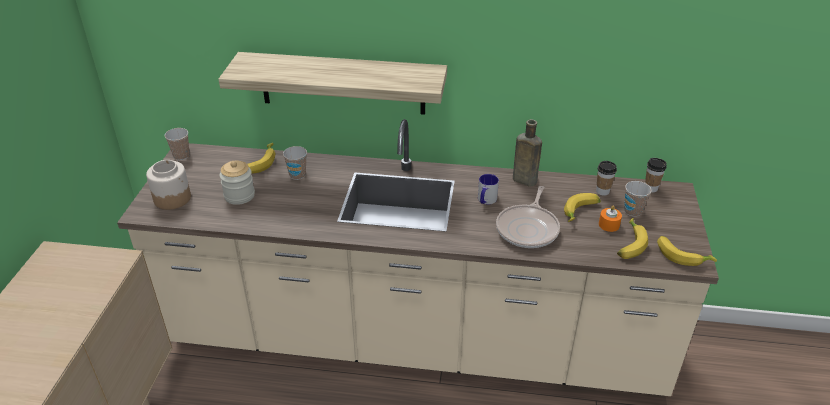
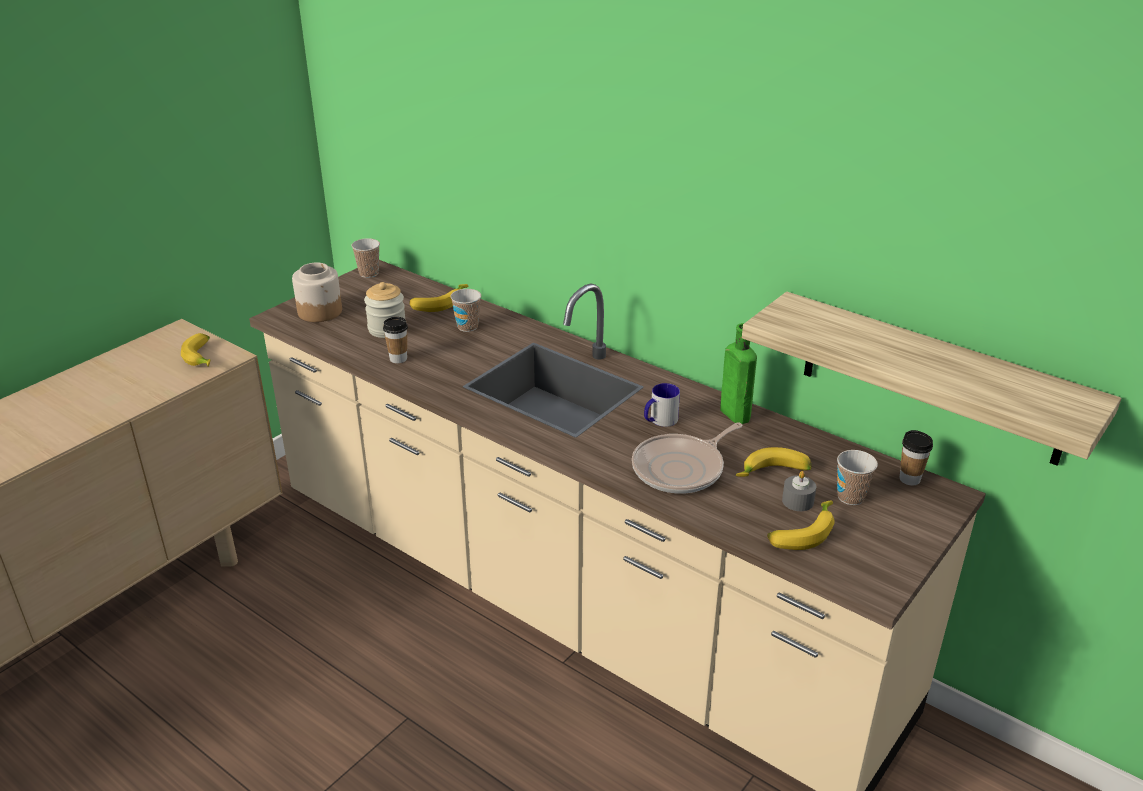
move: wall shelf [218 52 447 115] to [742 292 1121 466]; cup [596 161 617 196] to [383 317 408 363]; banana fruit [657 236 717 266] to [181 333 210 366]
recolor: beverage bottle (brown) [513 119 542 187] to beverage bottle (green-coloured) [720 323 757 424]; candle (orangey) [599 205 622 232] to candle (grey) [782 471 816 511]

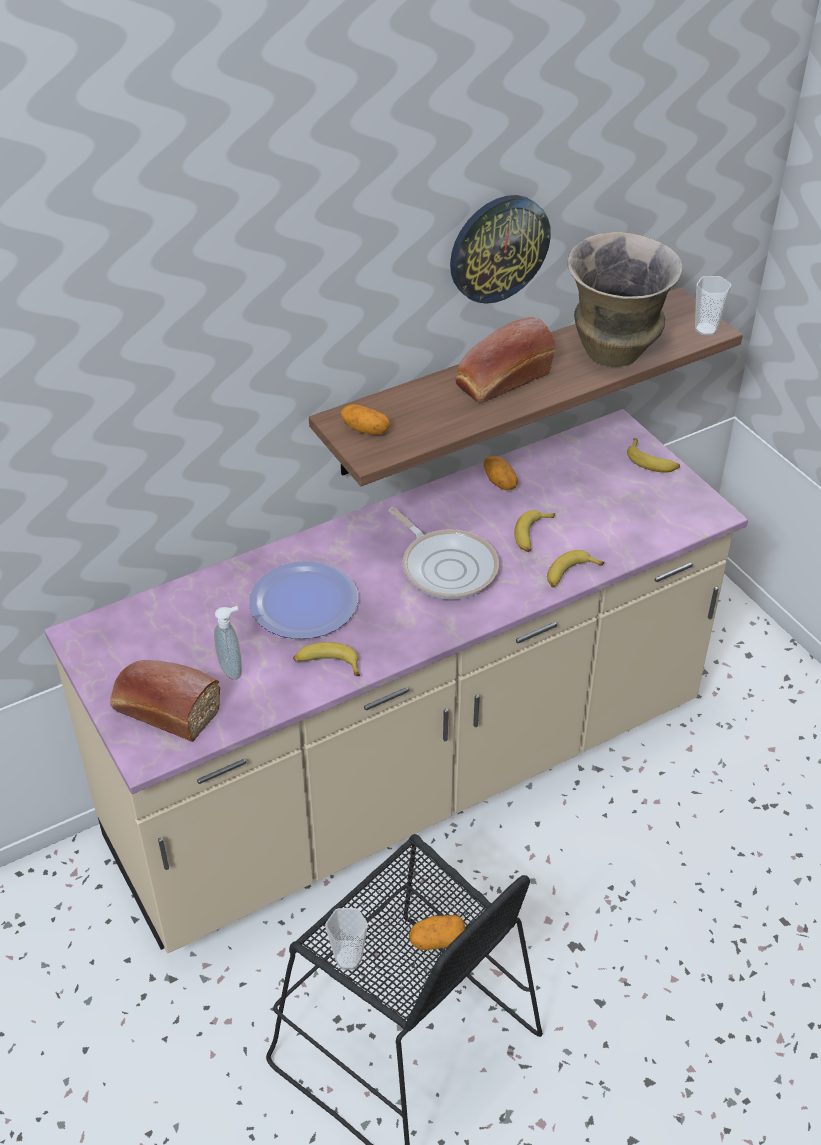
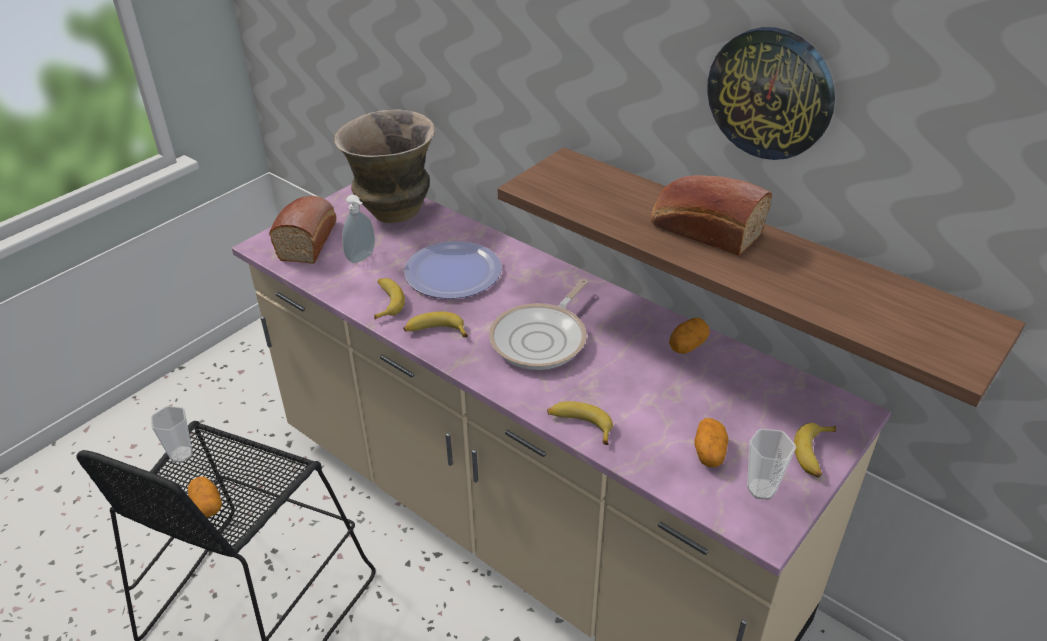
move: potato [340 404 391 435] to [694 418 728 467]; banana fruit [514 510 555 552] to [403 311 468 338]; flower vase [567 232 683 367] to [334 109 435 223]; cup [695 276 732 335] to [747 429 796 500]

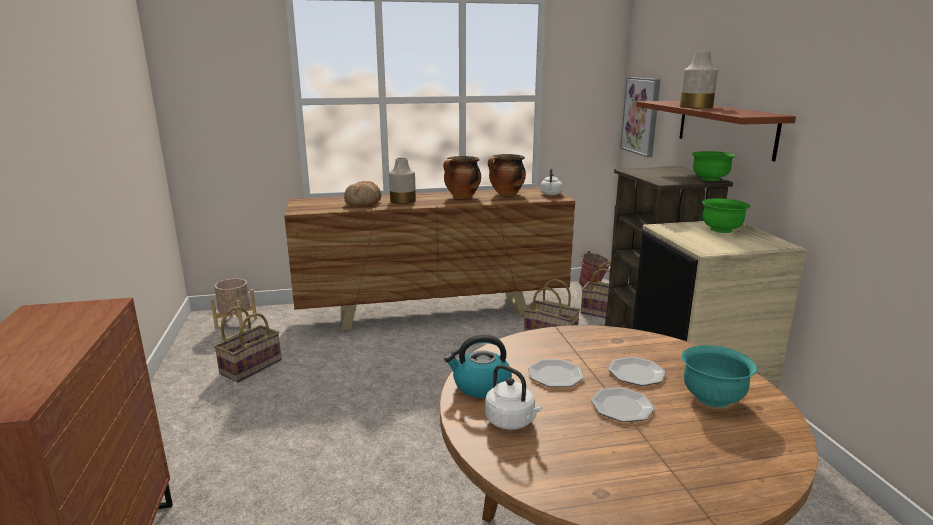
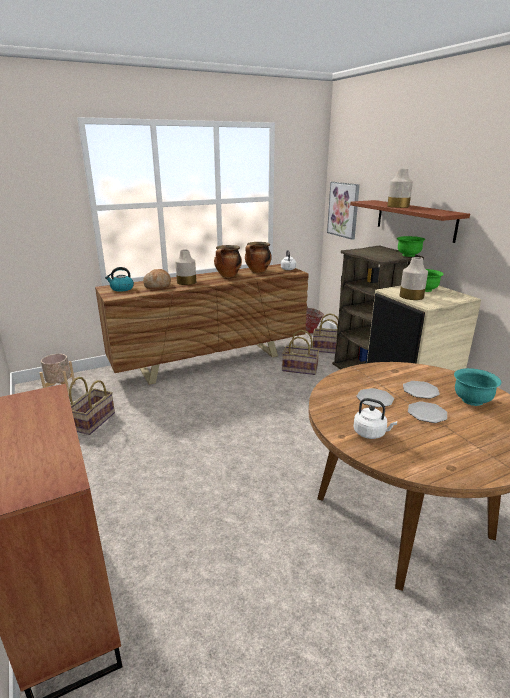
insert: flower vase (beige-coloured) [399 257 428 300]
move: tea kettle [444 335 512 398] to [105 267 134 292]

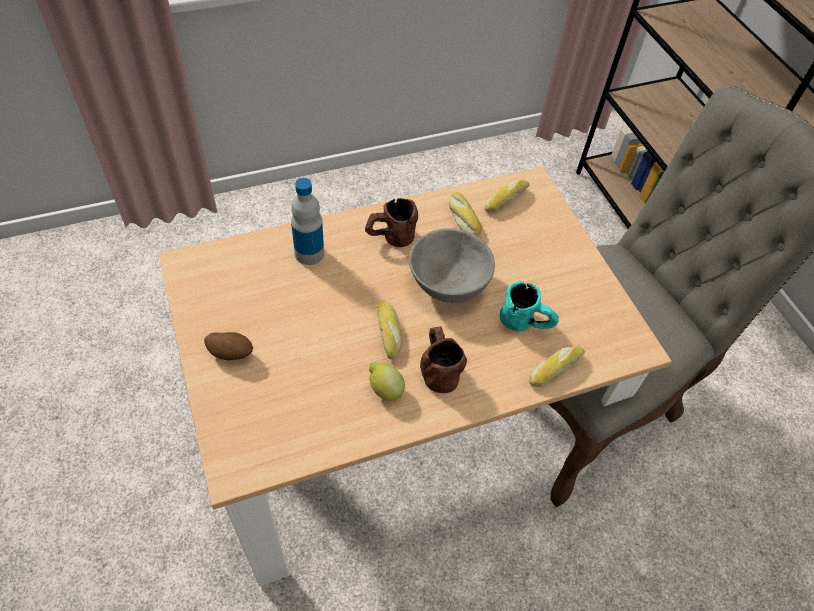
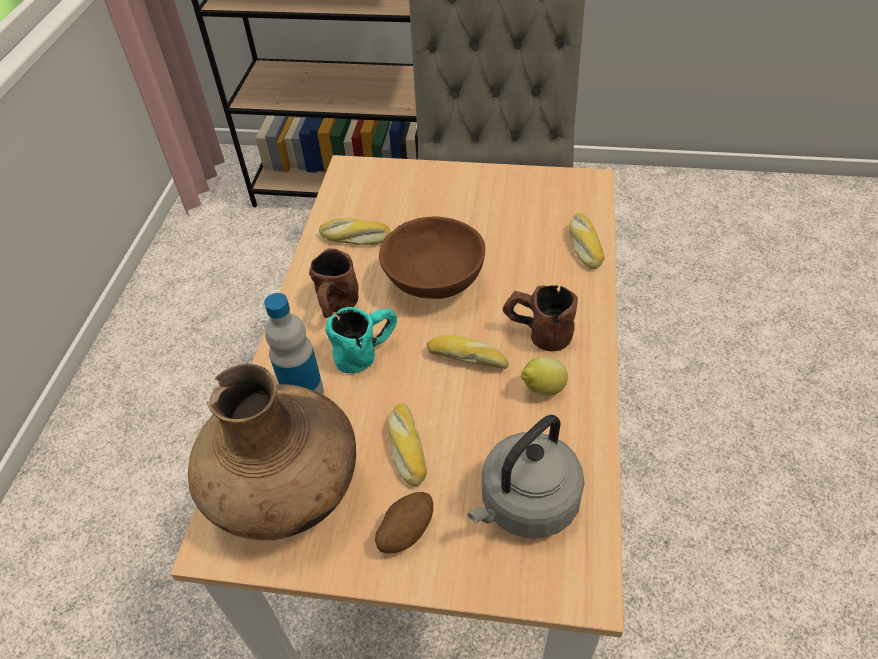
insert: flower vase (brown) [188 364 356 540]; tea kettle (grey) [467 415 585 538]
move: bread [485 180 530 213] to [387 403 427 486]; tea mug (turquoise-coloured) [499 281 559 332] to [325 307 397 373]
recolor: serving bowl (grey) [409 228 495 303] to serving bowl (brown) [379 216 485 299]

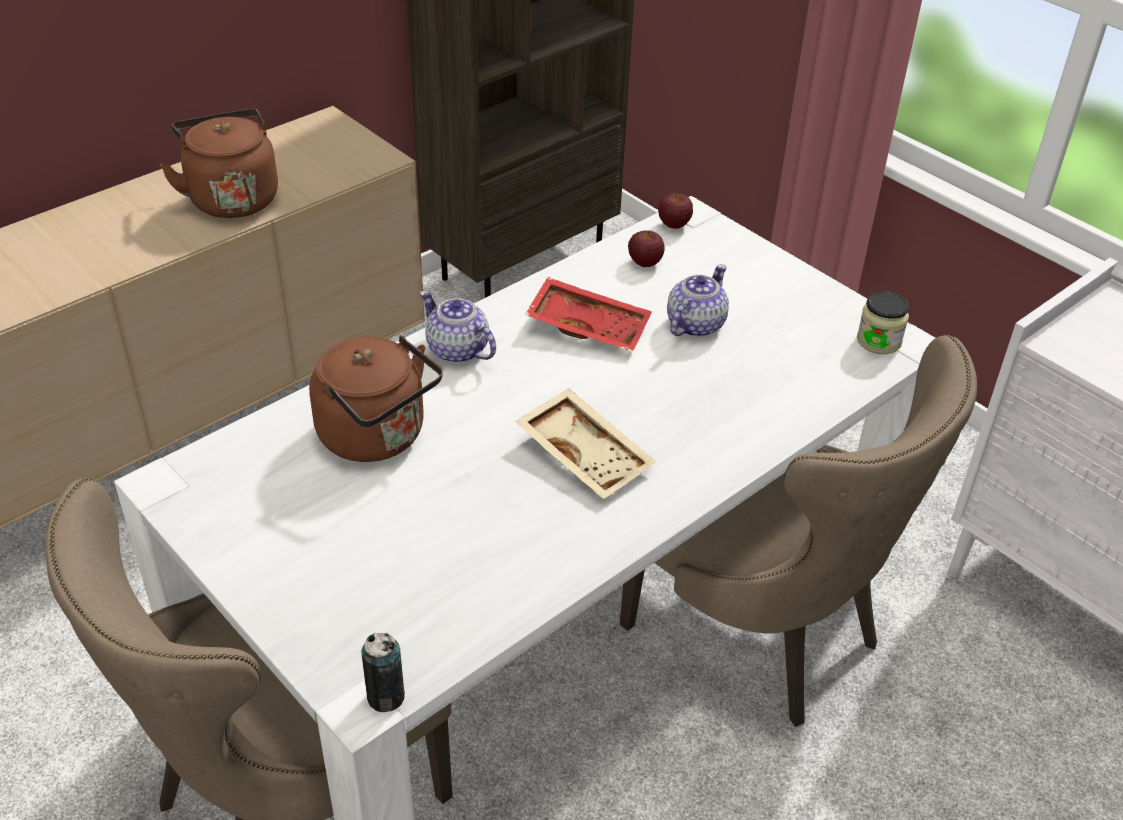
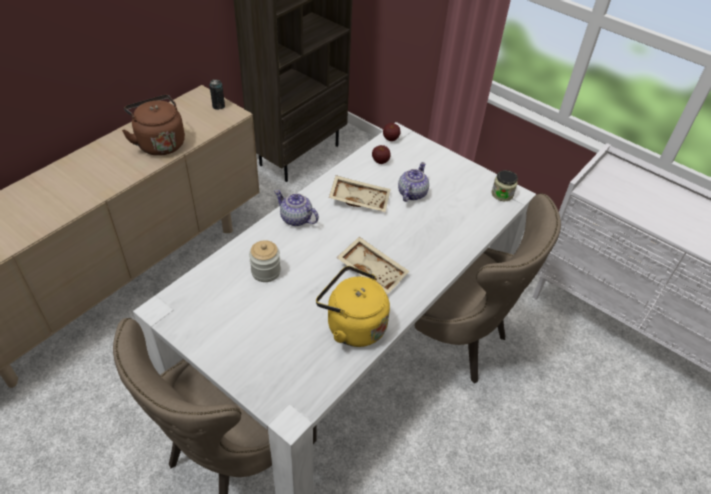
insert: tea kettle (yellow) [316 266 390 347]
move: metal can [362 633 405 712] to [210 79 225 110]
replace: tea kettle (brown) [309 336 443 462] to jar [249 240 281 282]
recolor: carrying tray (red-coloured) [525 277 652 352] to carrying tray (beige-coloured) [329 175 391 212]

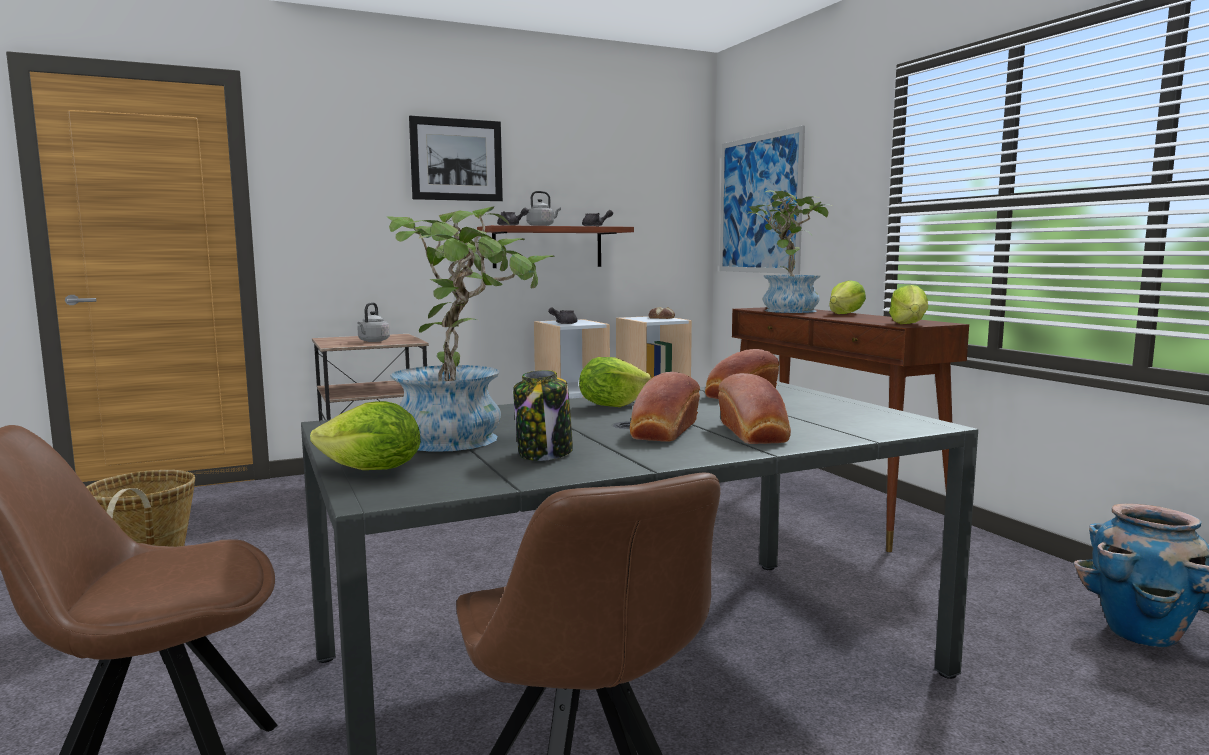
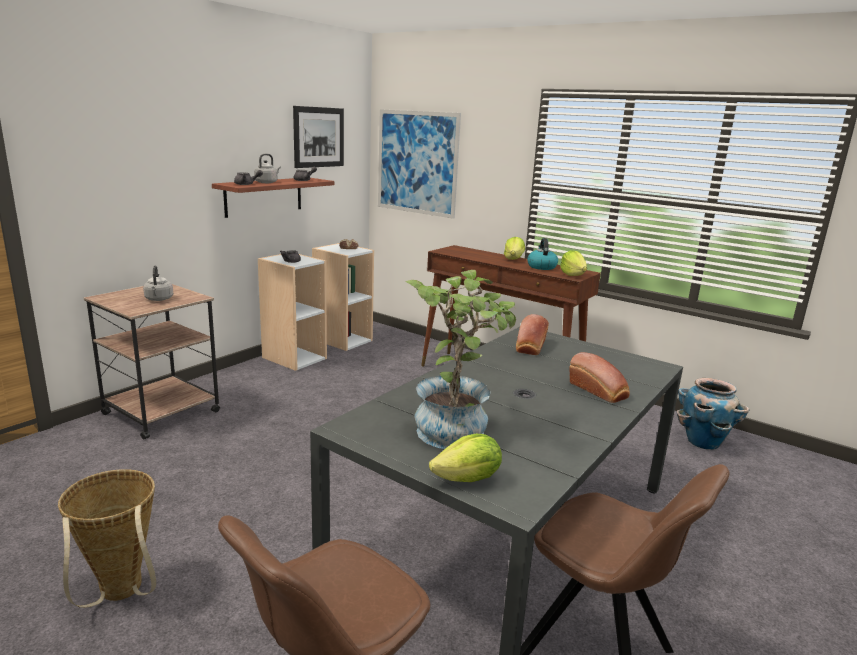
delete: jar [513 370 573 461]; lettuce head [579 357 651 407]; bread [630 372 700 441]; houseplant [747 190 832 313]
insert: tea kettle [527 238 558 270]
move: wall picture [409 116 503 201] to [293 106 344 168]

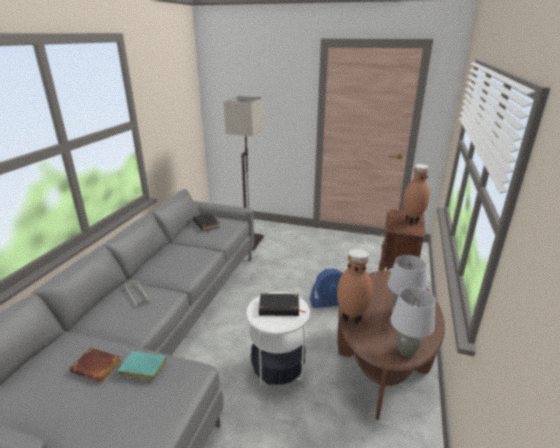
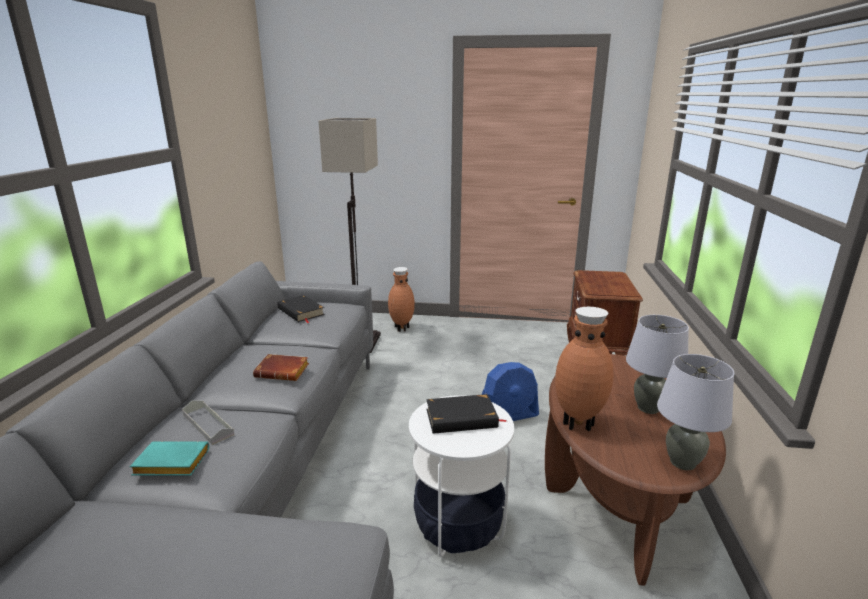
move: bound book (brown) [70 347 122 382] to [253 354 309 381]; bound book (turquoise-coloured) [117 351 167 381] to [130 441 209 476]; flower vase (brown) [403 164 430 224] to [388 267 415 332]

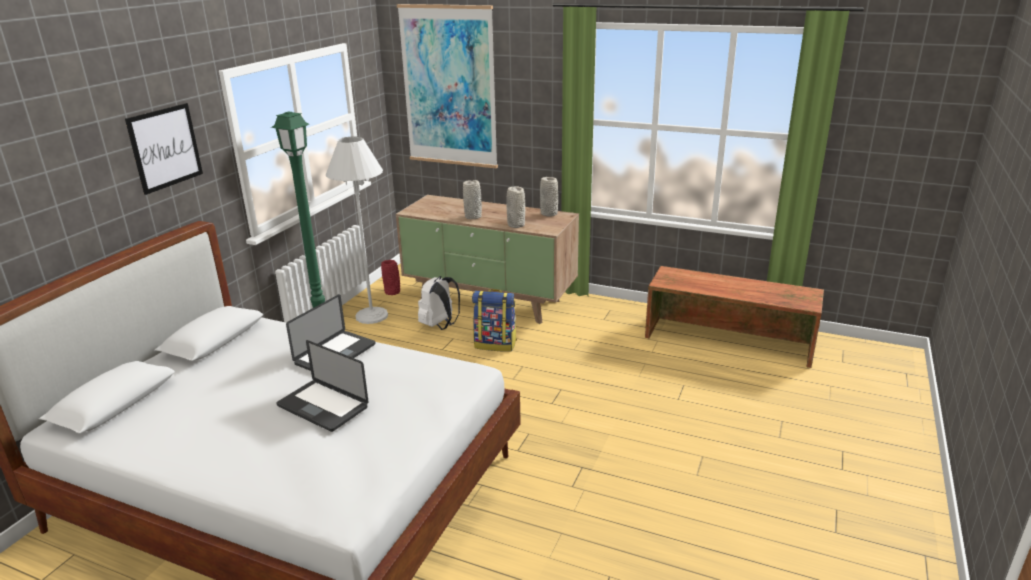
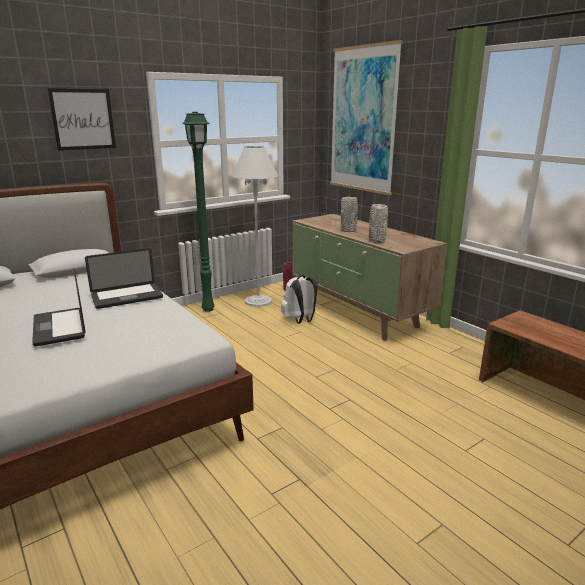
delete: backpack [472 289 517 352]; flower vase (grey) [540 177 558 217]

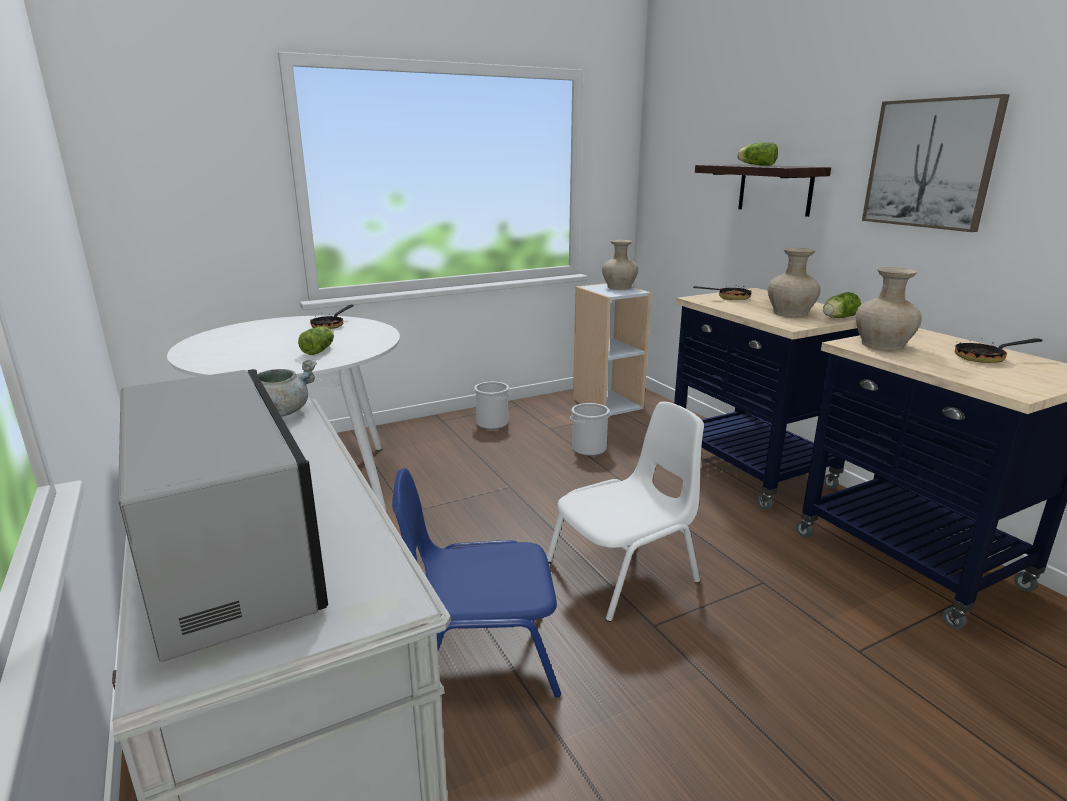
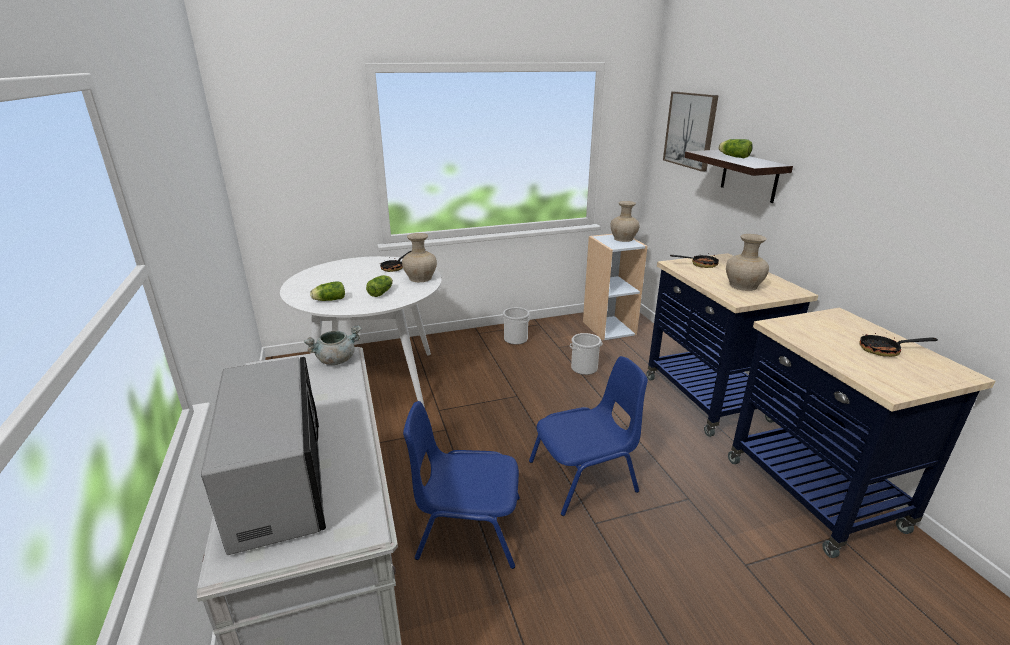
move: lettuce head [823 292 861 318] to [310 281 345 301]; flower vase (beige-coloured) [856 267 922 351] to [402 233 437 282]; wall picture [862 94 1010 232] to [663 91 719 172]
recolor: chair (white-coloured) [547 402 704 622] to chair (bluish) [529 356 648 516]

